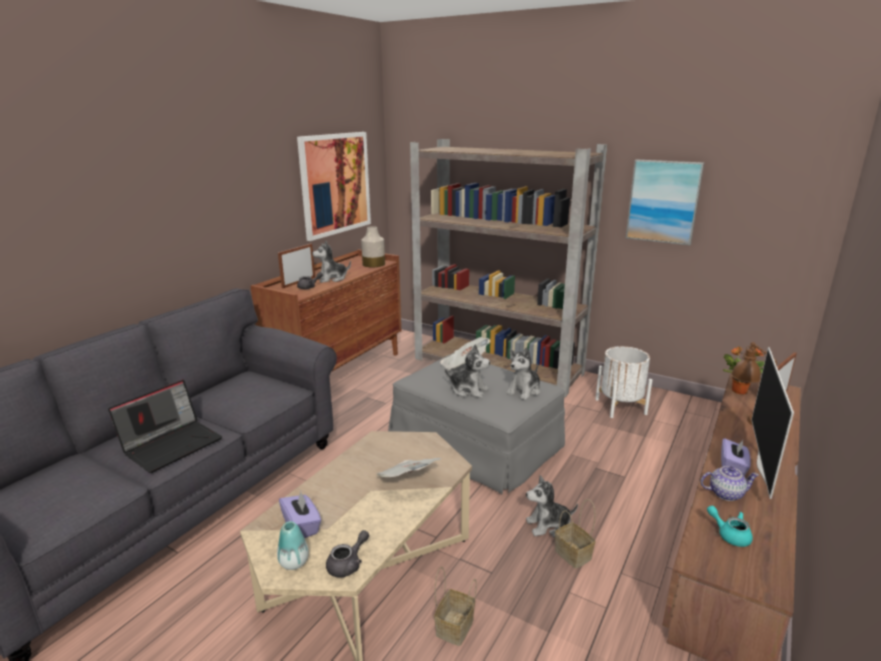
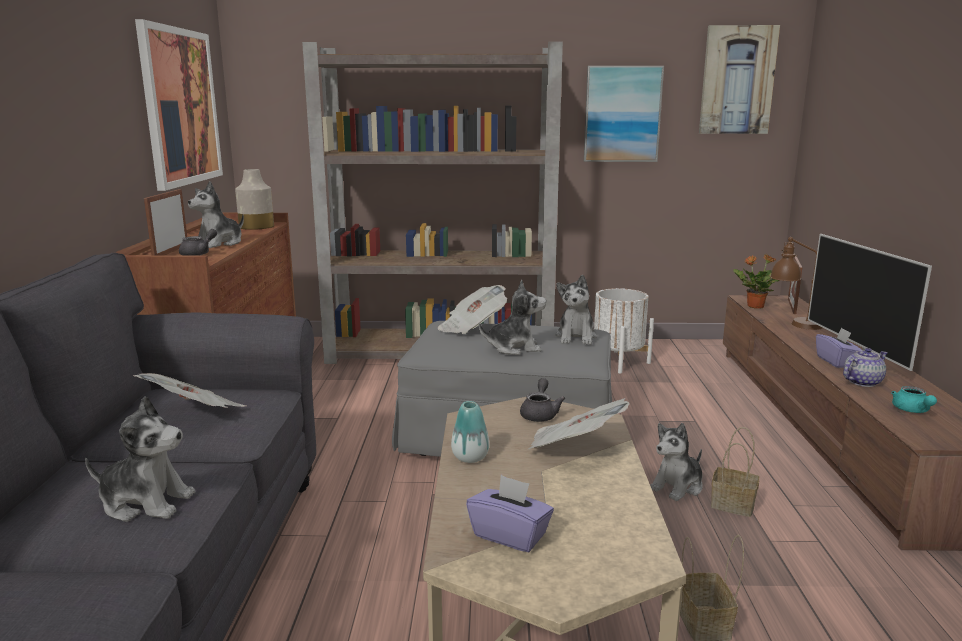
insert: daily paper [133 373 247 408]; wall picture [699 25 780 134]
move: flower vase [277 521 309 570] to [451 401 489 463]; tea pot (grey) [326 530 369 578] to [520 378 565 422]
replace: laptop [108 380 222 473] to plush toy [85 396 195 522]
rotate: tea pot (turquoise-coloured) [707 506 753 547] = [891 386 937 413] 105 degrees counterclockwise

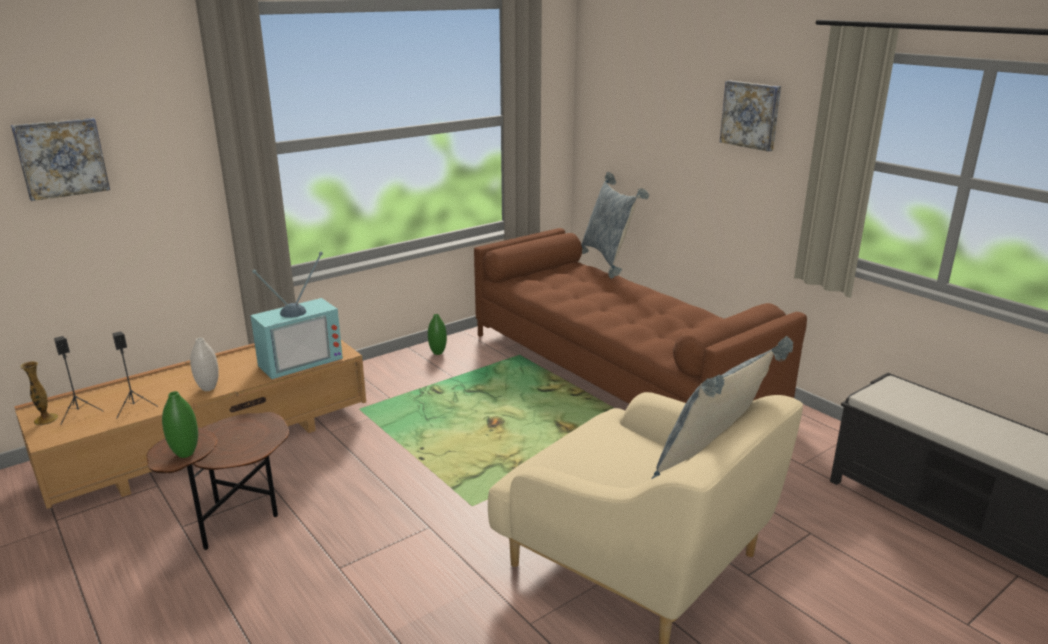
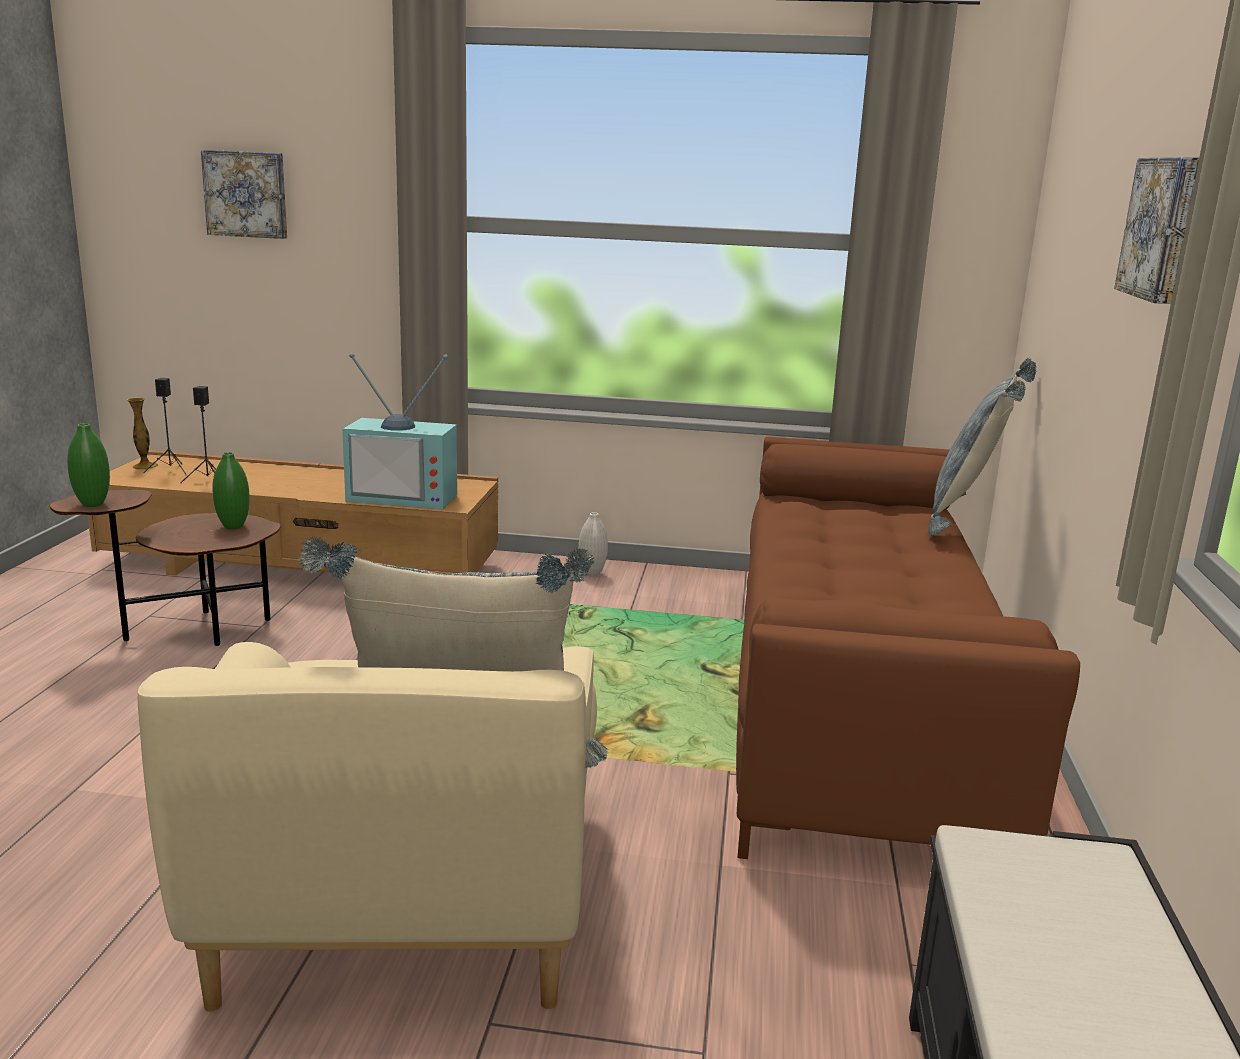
move: flower vase (white-coloured) [190 338 219 391] to [579 512 608 577]; flower vase (green-coloured) [428 314 447 355] to [212 452 250 529]

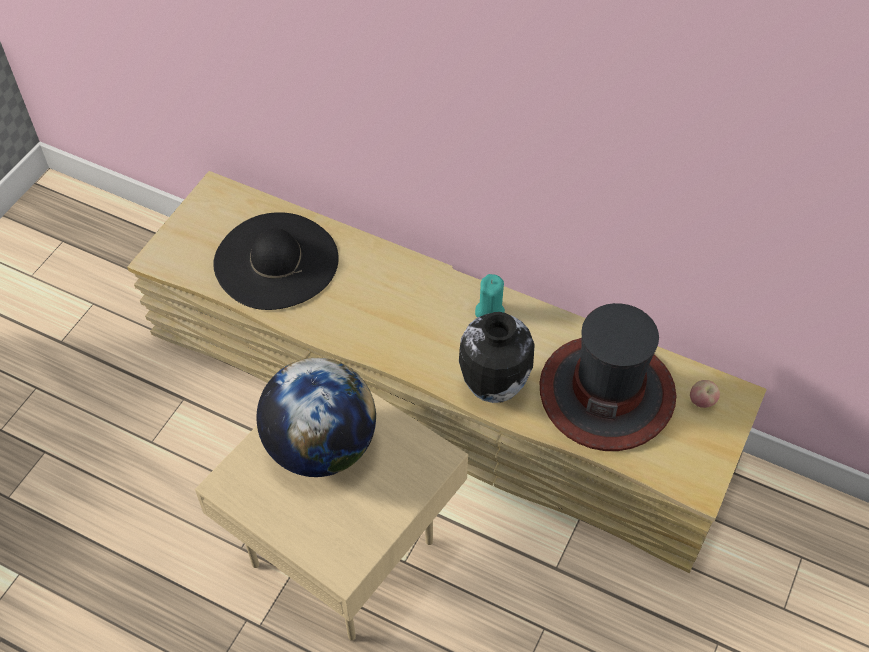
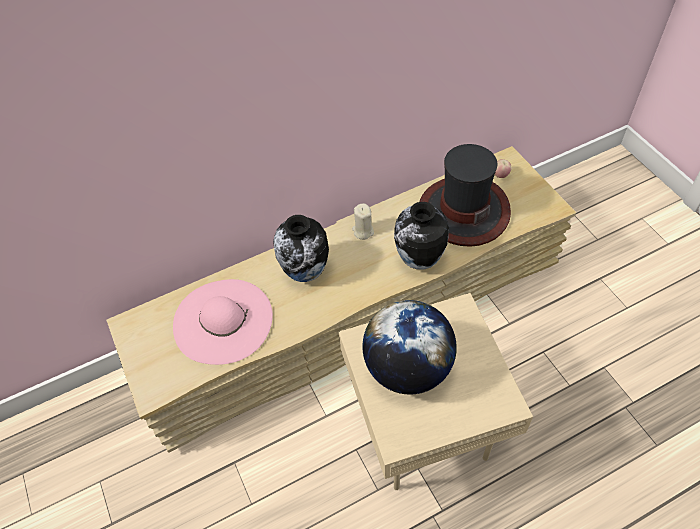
insert: flower vase [273 215 329 282]
recolor: wearable hat (blackish) [213 212 339 310] to wearable hat (pink) [173 279 273 365]; candle (turquoise-coloured) [475 274 505 317] to candle (beige-coloured) [352 203 374 240]

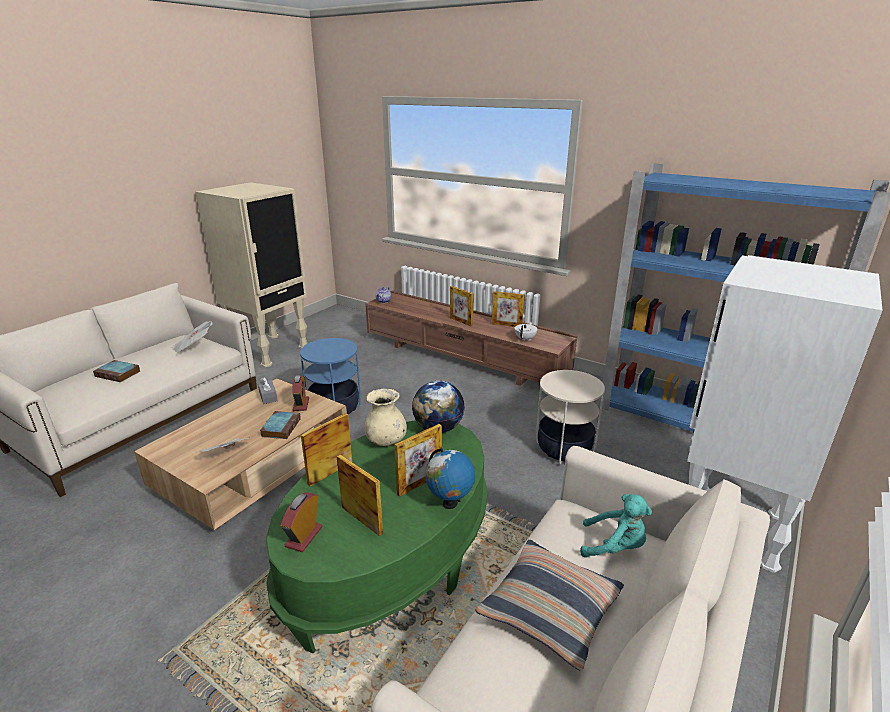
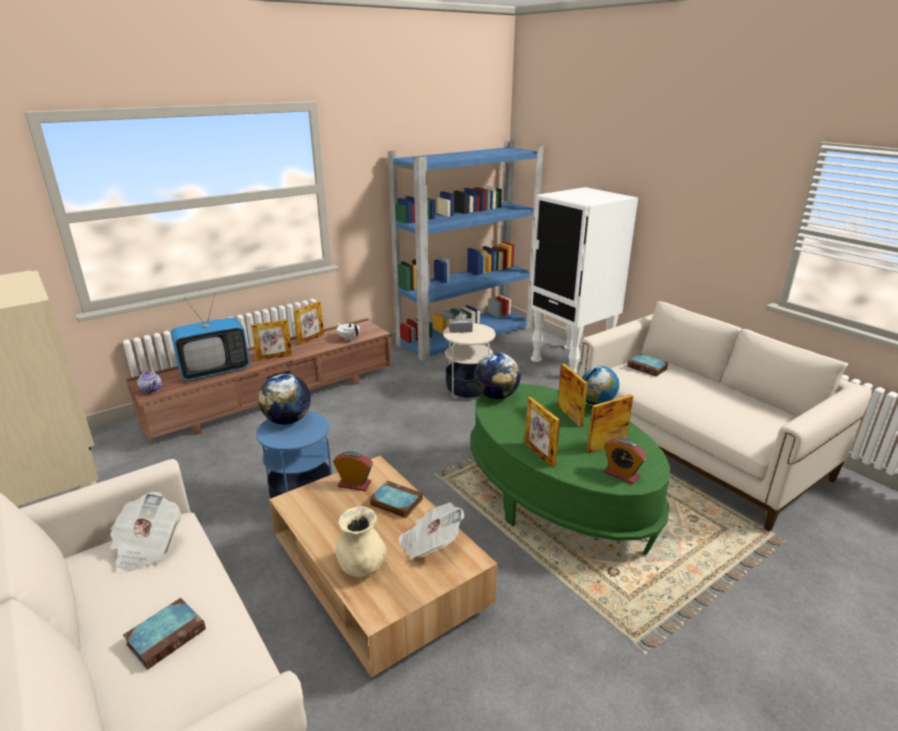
delete: cushion [475 540 624 671]
insert: television [171 293 250 380]; world globe [258 374 311 425]
move: tissue box (grey) [258 377 278 404] to [449 312 473 333]; flower vase (beige-coloured) [365 388 407 446] to [336 506 386 577]
replace: plush toy (turquoise-coloured) [580 494 652 558] to bound book [627 353 668 377]

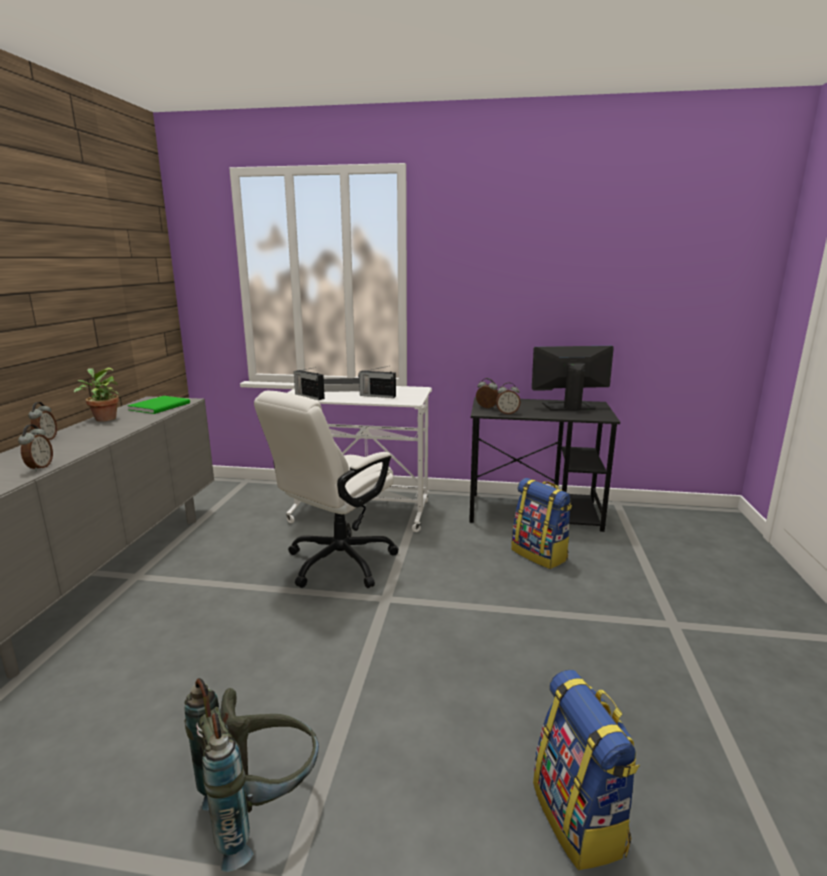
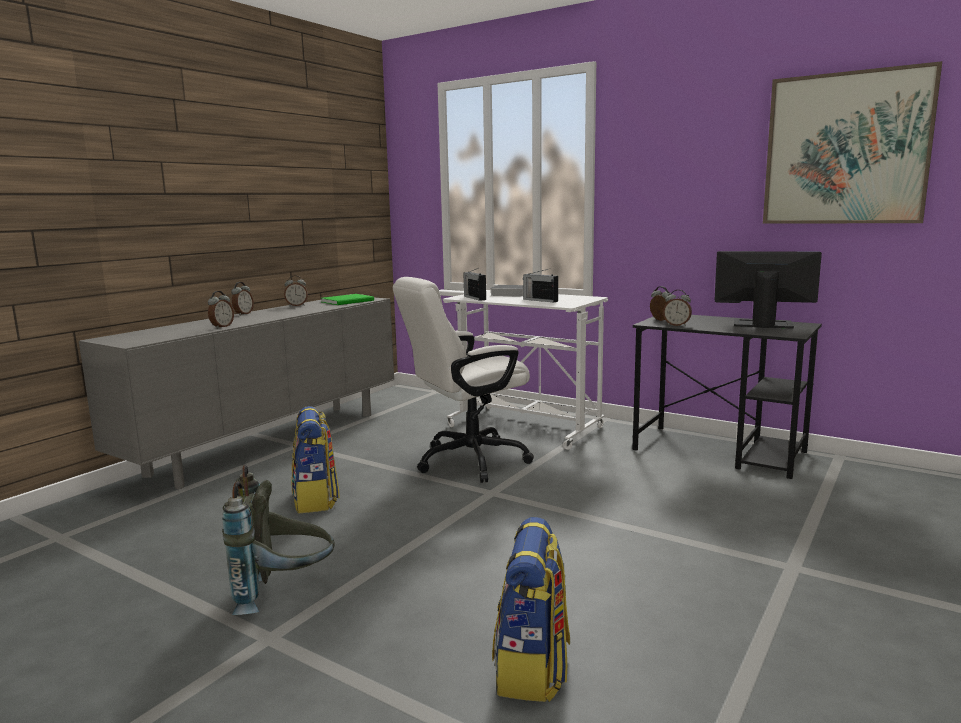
insert: wall picture [763 61 942 223]
move: backpack [511 478 572 569] to [292 406 340 513]
replace: houseplant [74 368 120 422] to bedside clock [284 275 308 306]

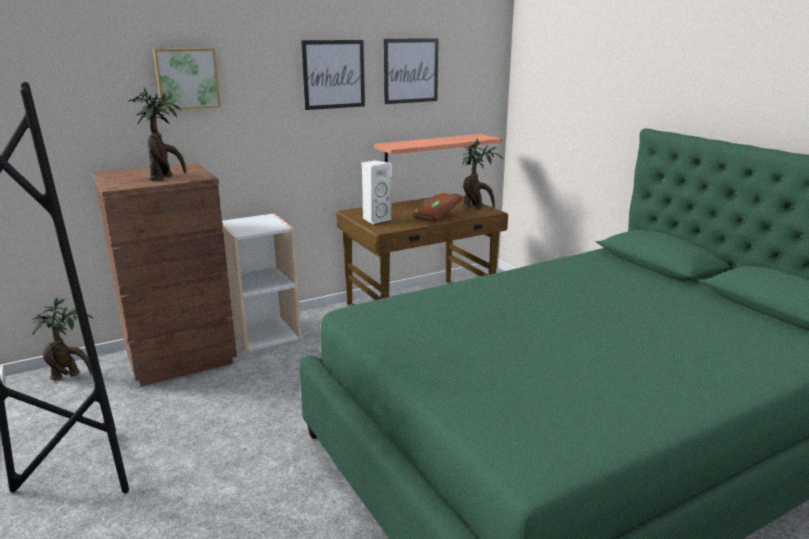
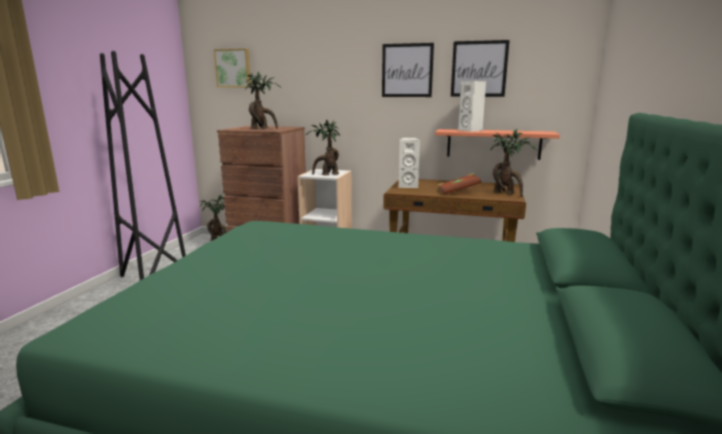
insert: houseplant [305 119 340 176]; audio speaker (white-coloured) [458 81 486 132]
move: wall picture [153 48 221 110] to [214 49 251 87]

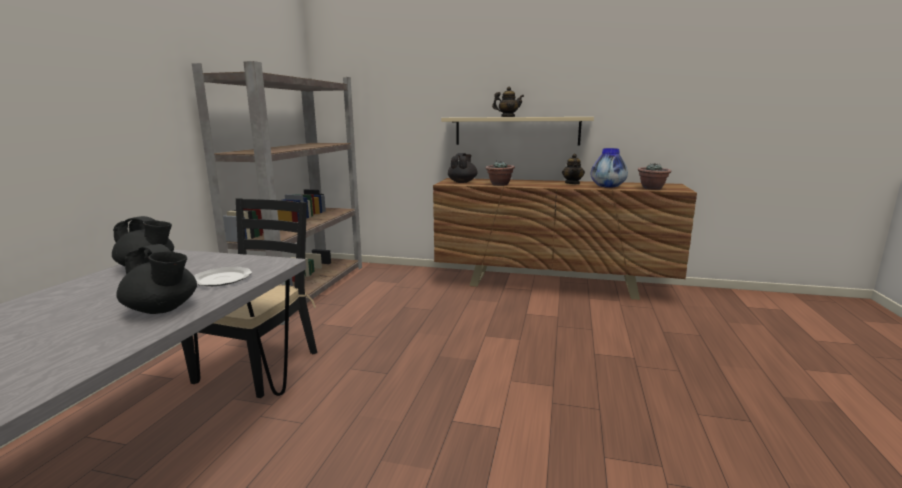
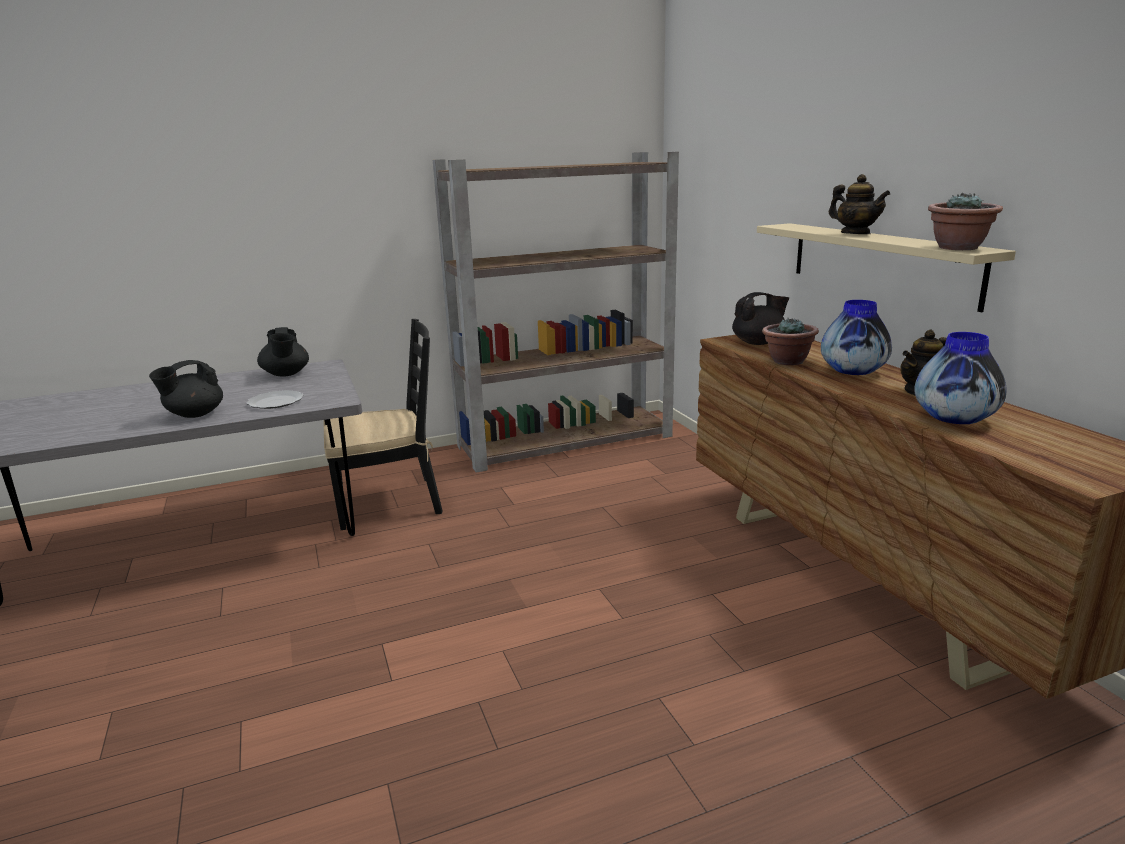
insert: flower vase [821 300 892 375]
move: houseplant [638 163 672 190] to [928 193 1003 250]
rotate: tea pot (blackish) [116 244 197 314] = [149 360 223 418] 45 degrees clockwise

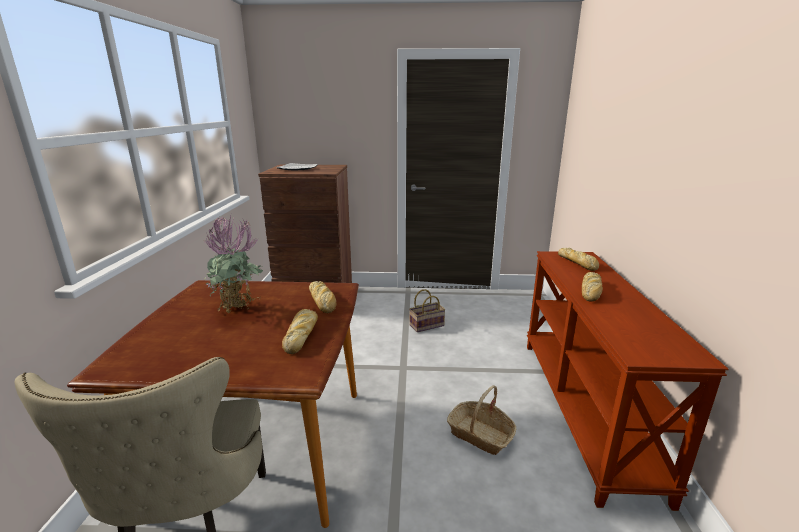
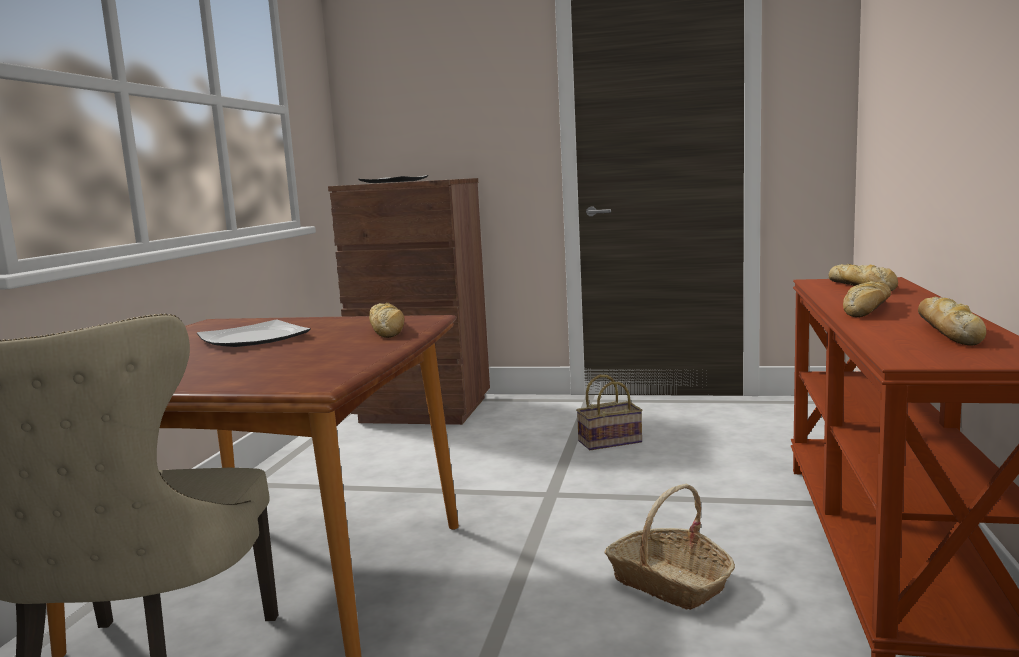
move: bread [282 309 318 354] to [918 297 986 346]
replace: houseplant [204 216 263 313] to flat dish [197 320 311 347]

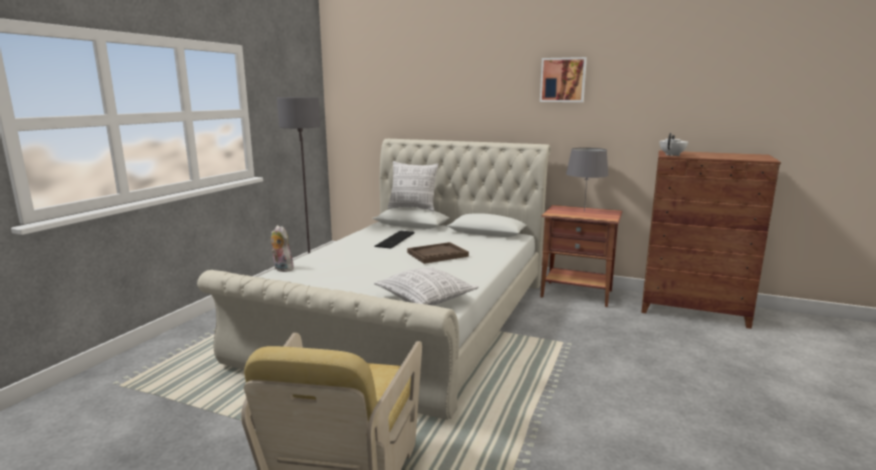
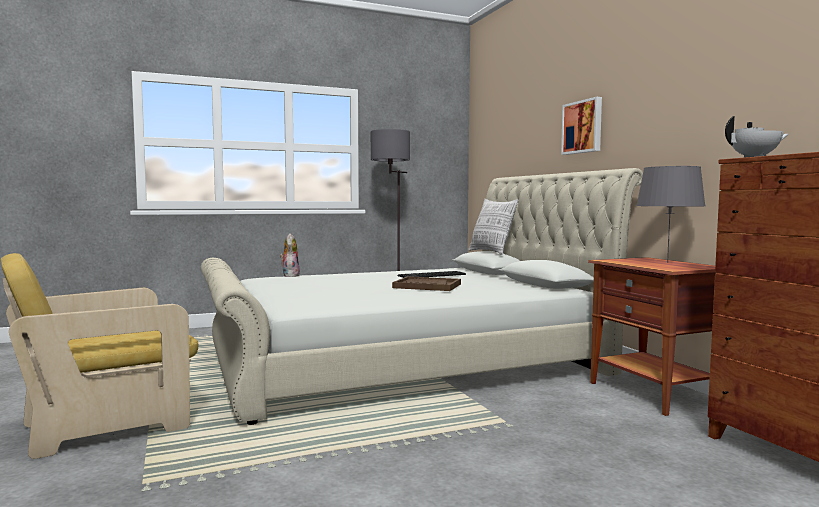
delete: cushion [374 267 479 305]
move: wall picture [540 57 587 102] to [561 97 602 155]

